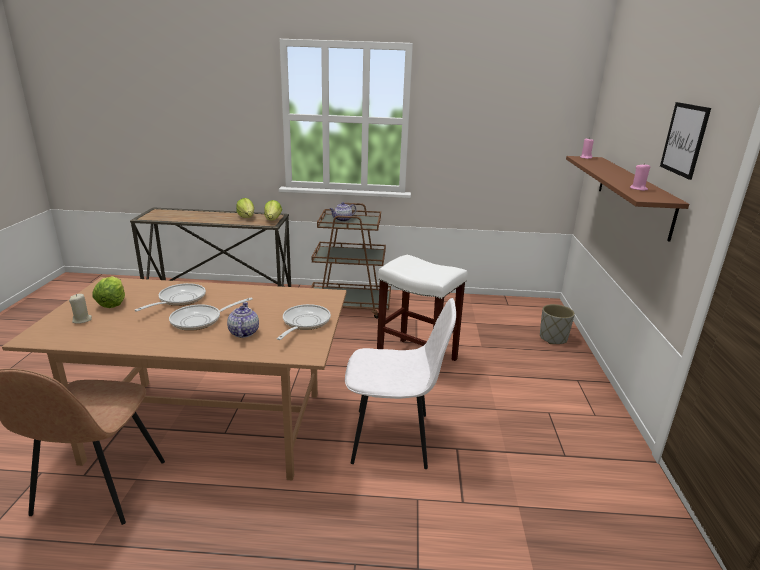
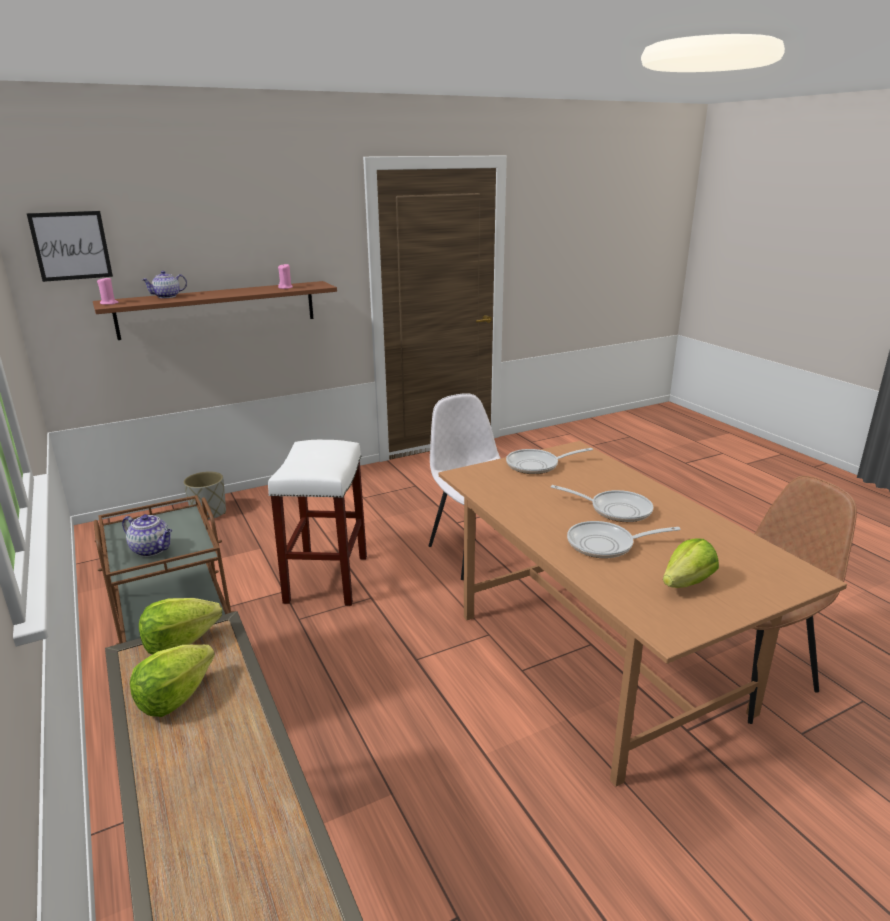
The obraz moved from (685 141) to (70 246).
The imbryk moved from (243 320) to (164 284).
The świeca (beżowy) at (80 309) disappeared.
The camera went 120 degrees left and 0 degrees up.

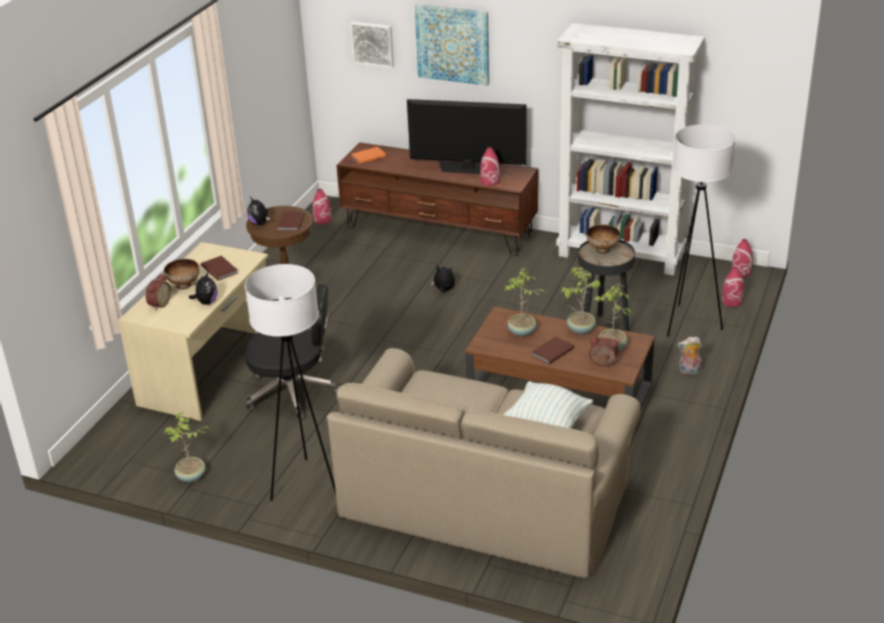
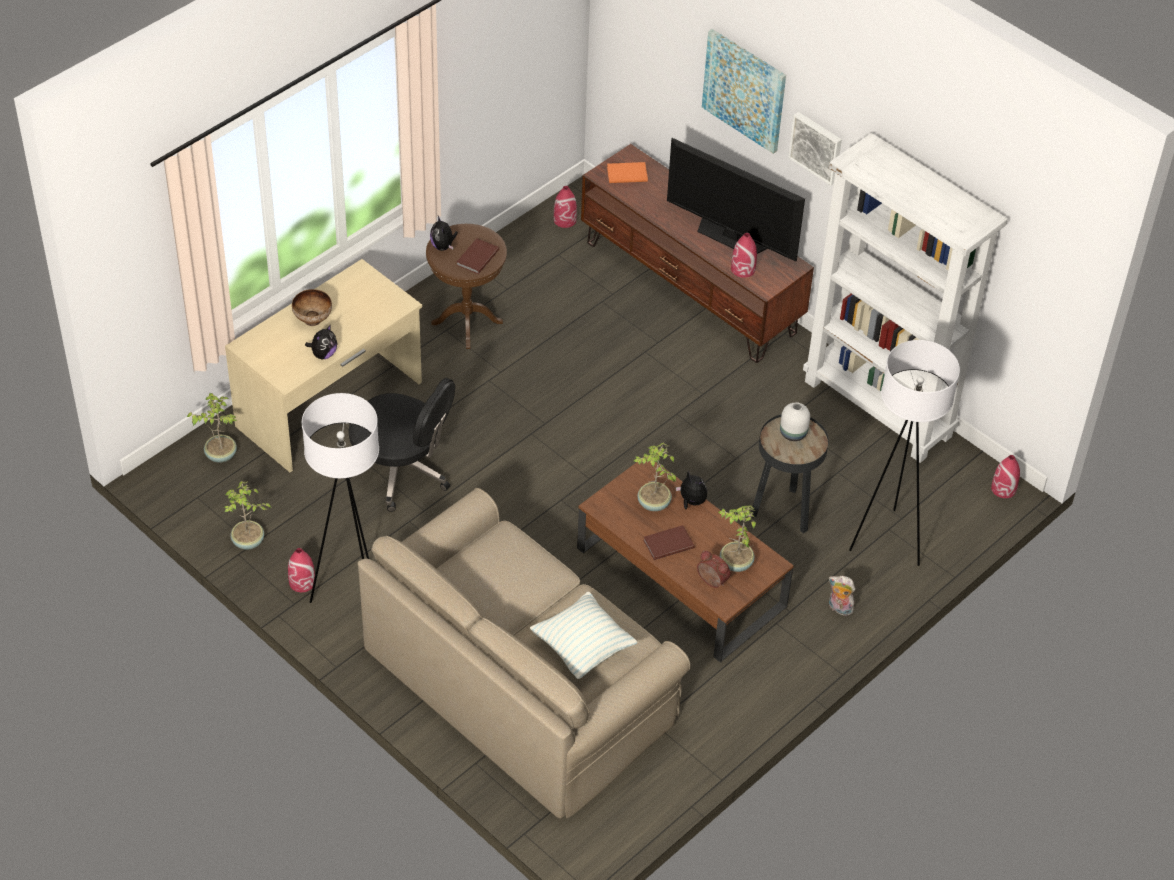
The roślina doniczkowa moved from (581 301) to (212 427).
The wazon (czerwony) moved from (733 287) to (301 570).
The pluszak moved from (442 279) to (691 490).
The miska at (603 239) was replaced by the wazon (biały) at (795 421).
The obraz moved from (372 44) to (815 149).
The budzik at (158 292) disappeared.
The książka (brązowy) at (219 268) disappeared.
The camera went 20 degrees right and 15 degrees up.

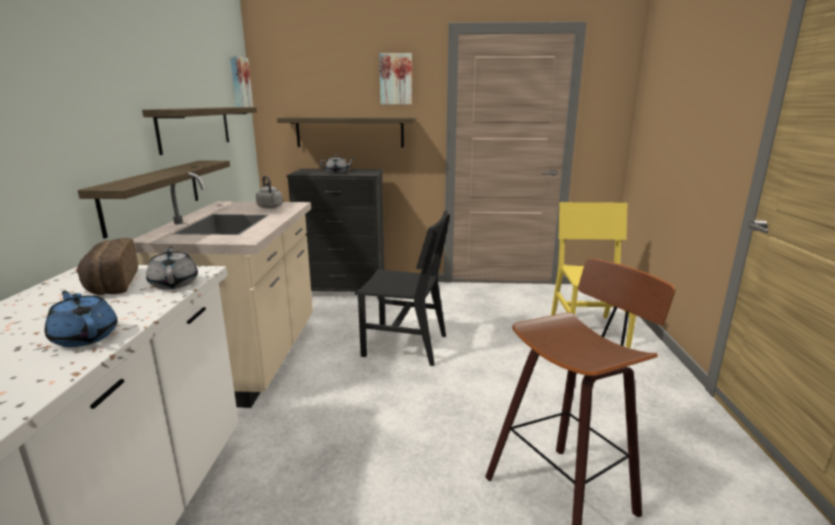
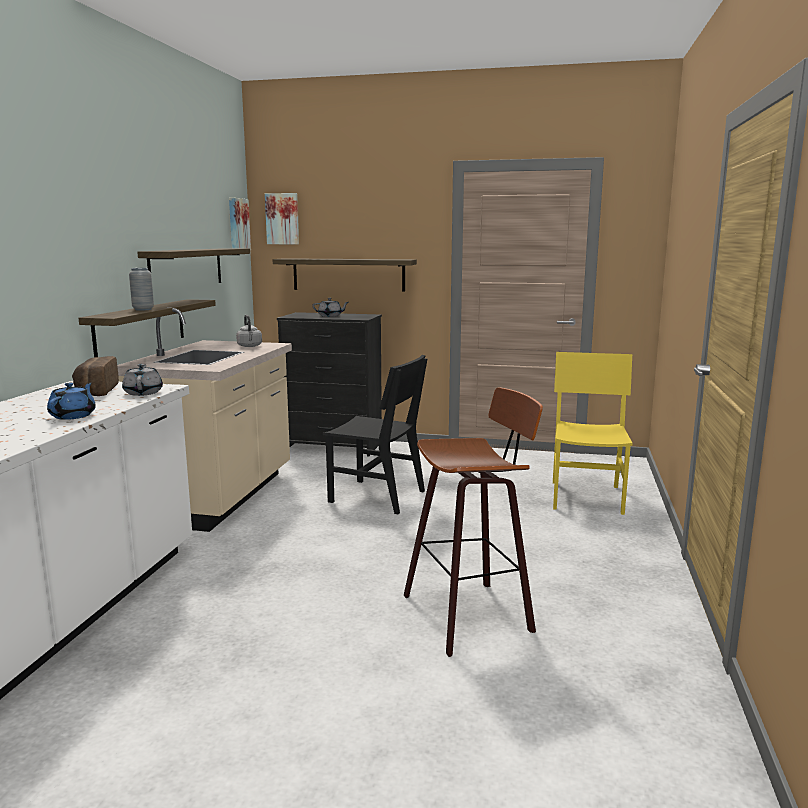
The imbryk (niebieski) at (81 319) turned 45 degrees clockwise.
The wazon (szary) at (141 289) appeared.
The obraz moved from (395 79) to (282 218).
The camera went 10 degrees right and 5 degrees down.

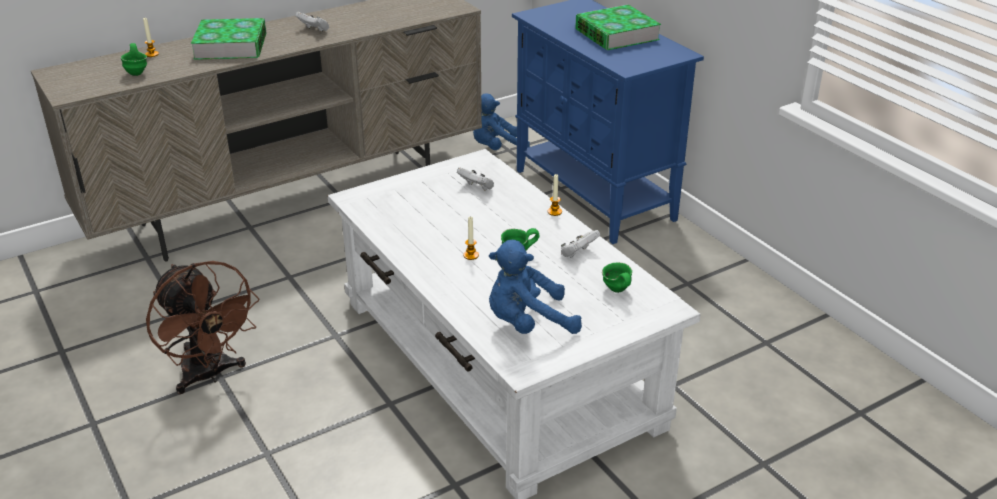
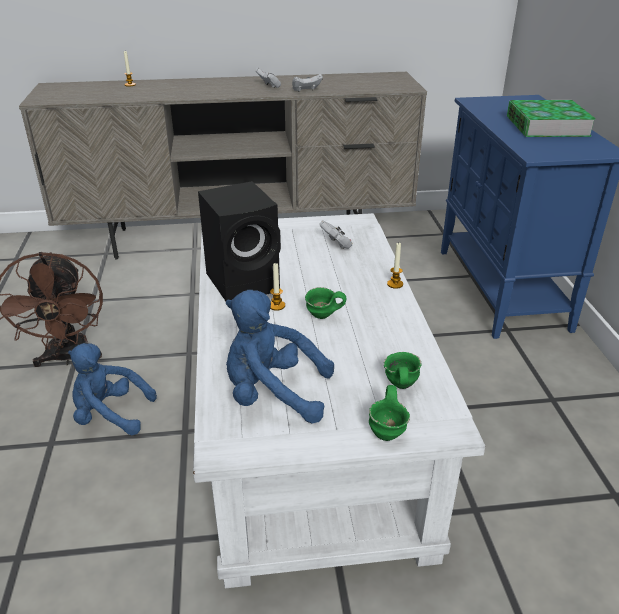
The pluszak (niebieski) moved from (501 122) to (112 389).
The głośnik (czarny) at (239 241) appeared.
The pad do gier (biały) moved from (580 244) to (307 83).
The kubek (zielony) moved from (134 59) to (389 413).
The książka at (228 39) disappeared.
The camera went 25 degrees right and 0 degrees up.

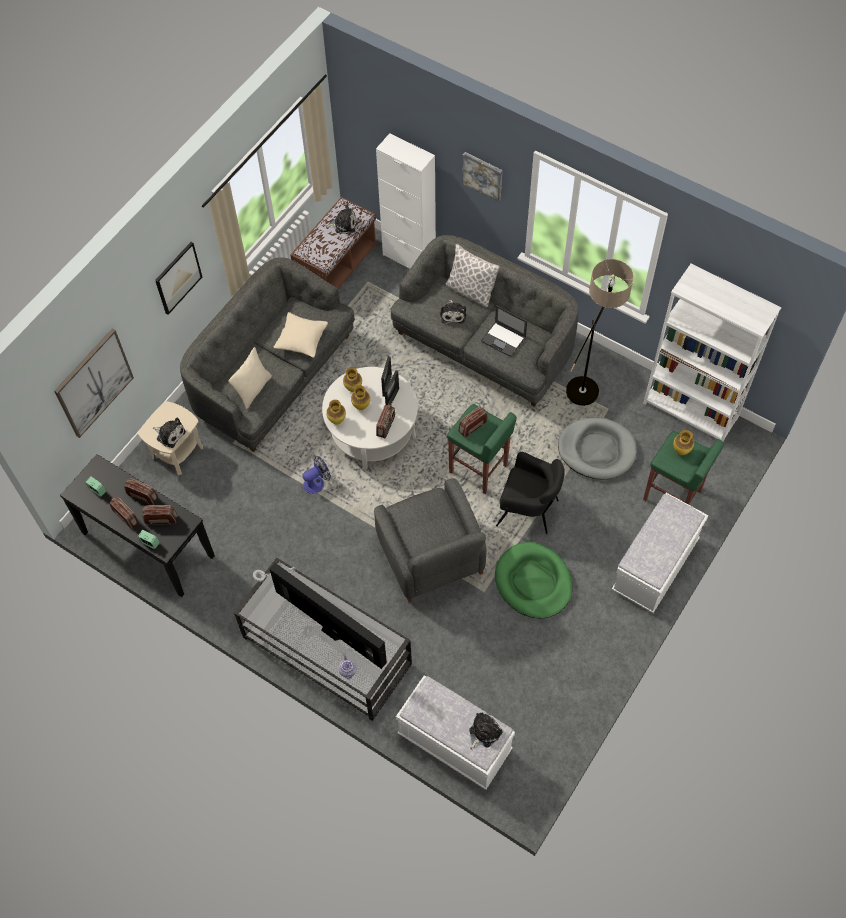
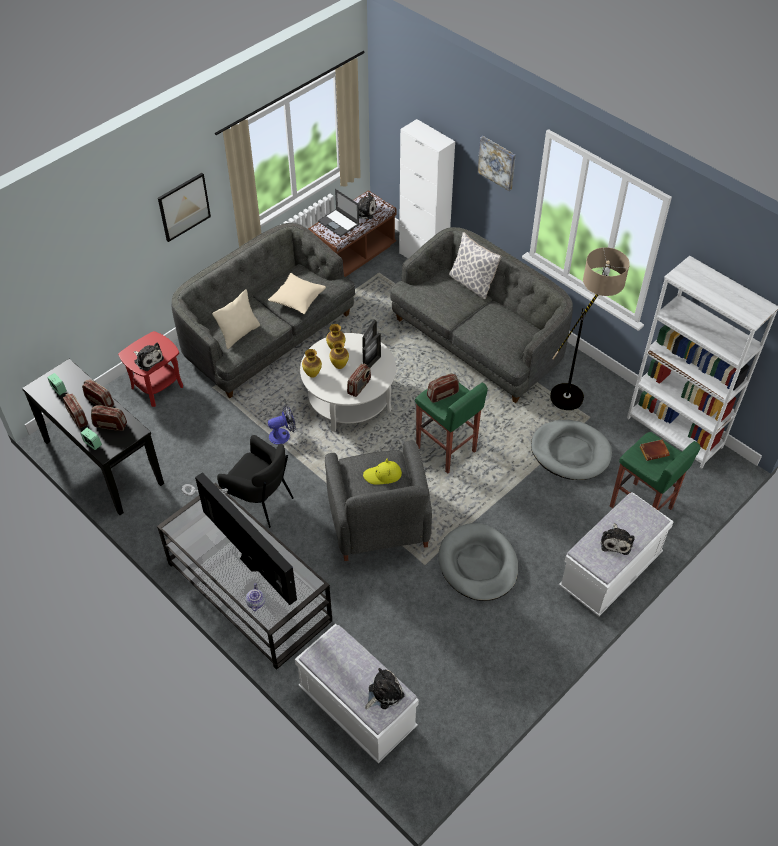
The stolik (beżowy) at (170 438) became the stolik (czerwony) at (150 369).
The fotel (czarny) moved from (530 493) to (255 481).
The laptop moved from (504 331) to (339 213).
The kapelusz (żółty) at (382 472) appeared.
The legowisko (zielony) at (533 580) became the legowisko (szary) at (478 562).
The pluszak moved from (453 311) to (618 539).
The wazon at (683 442) was replaced by the książka (brązowy) at (655 450).
The obraz at (94 383) disappeared.
The camera went 10 degrees right and 10 degrees down.

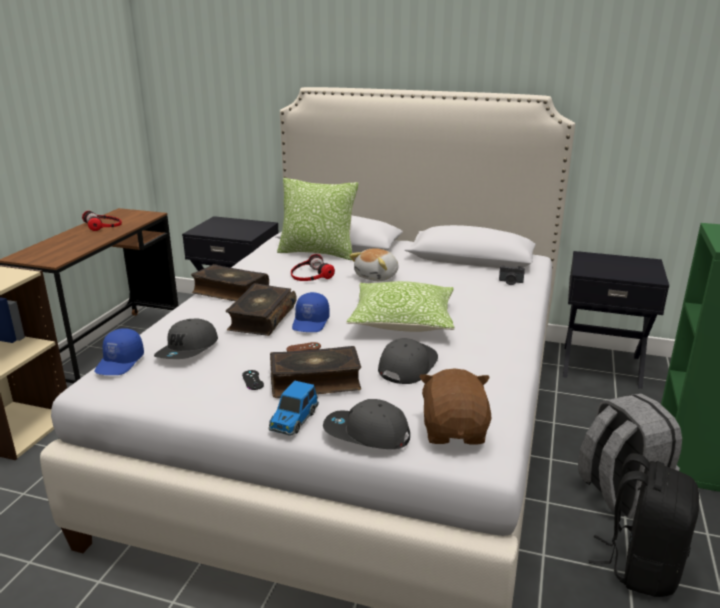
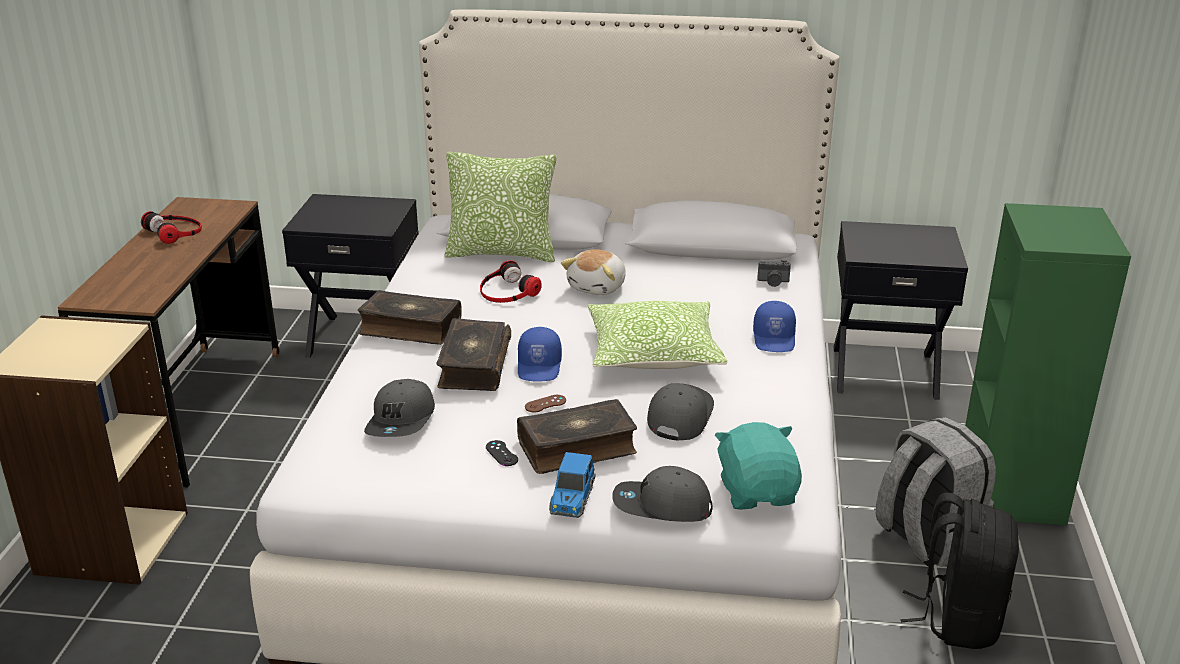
The pluszak (brązowy) at (455 406) became the pluszak (turkusowy) at (758 466).
The czapka z daszkiem (niebieski) moved from (119 351) to (774 326).
The camera went 10 degrees left and 5 degrees up.

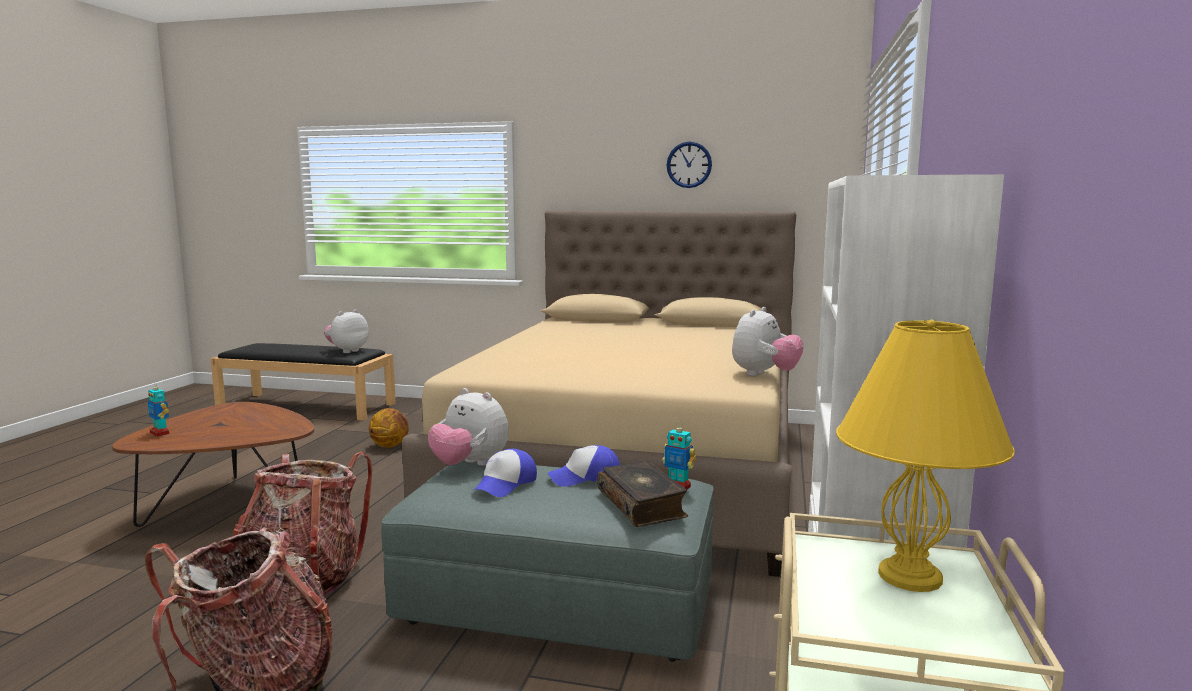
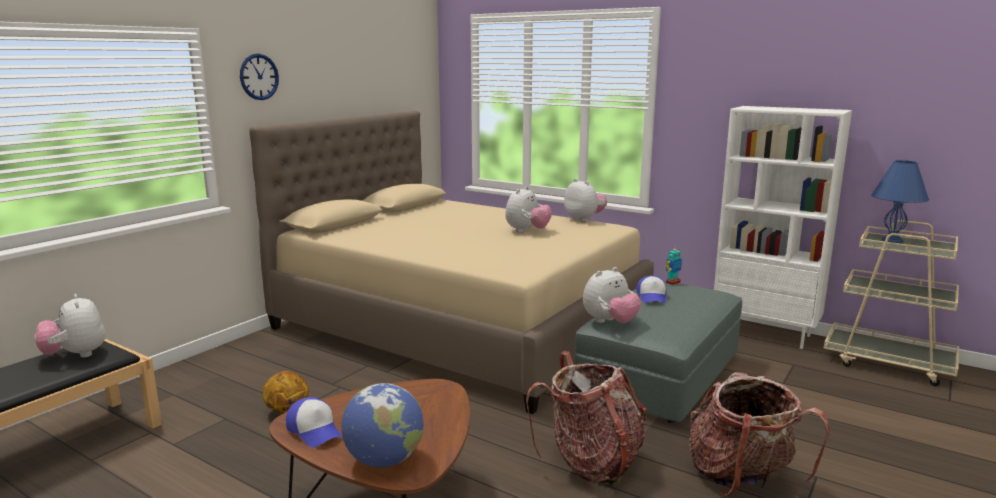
The zegar ścienny moved from (689 164) to (259 77).
The czapka z daszkiem moved from (505 473) to (314 422).
The robot zabawkowy at (158 409) was replaced by the globus at (382 425).
The pluszak at (528 209) appeared.
The lampa stołowa (żółty) at (925 456) became the lampa stołowa (niebieski) at (900 201).
The książka at (642 494) disappeared.
The camera went 70 degrees left and 5 degrees up.

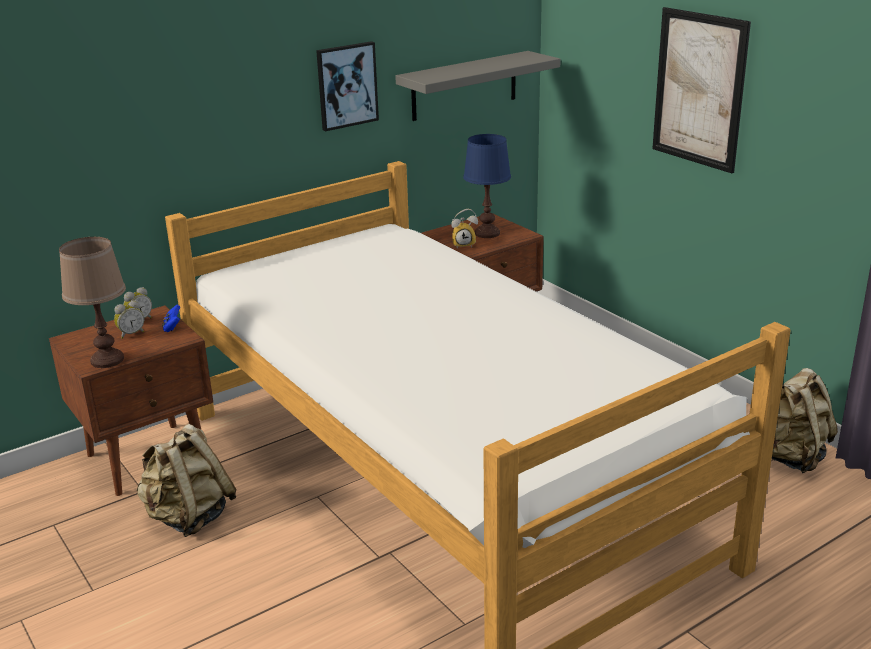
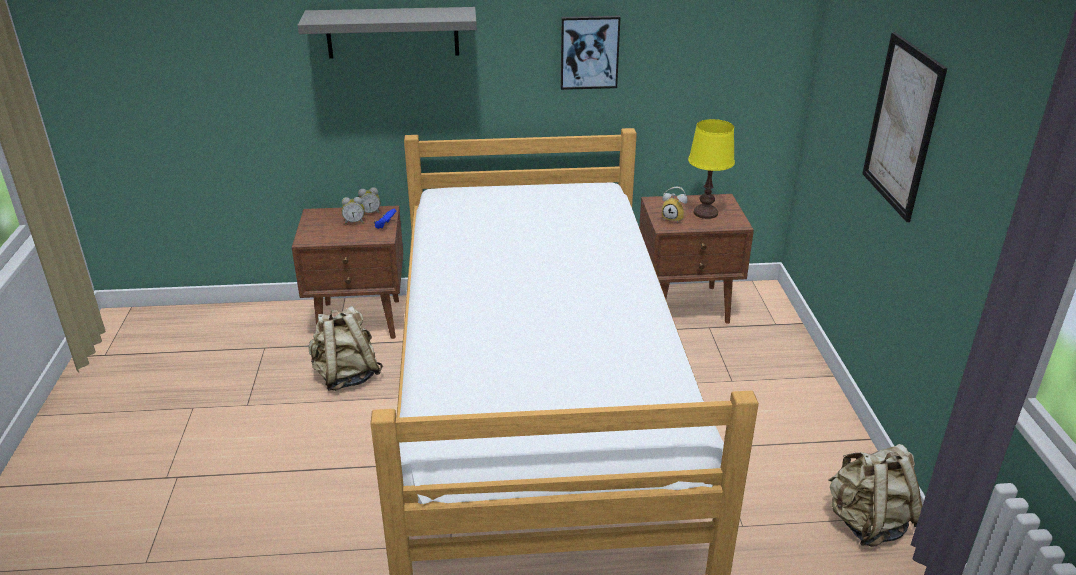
The półka (szary) moved from (478 86) to (387 33).
The lampa stołowa (niebieski) at (487 186) became the lampa stołowa (żółty) at (711 169).
The lampa stołowa (brązowy) at (92 302) disappeared.
The camera went 30 degrees right and 5 degrees up.

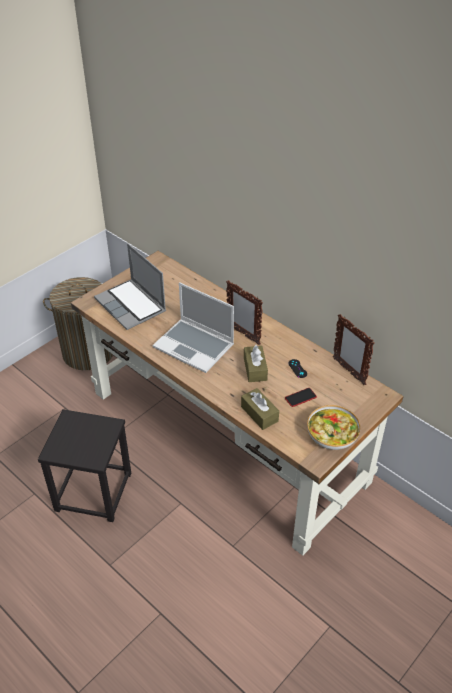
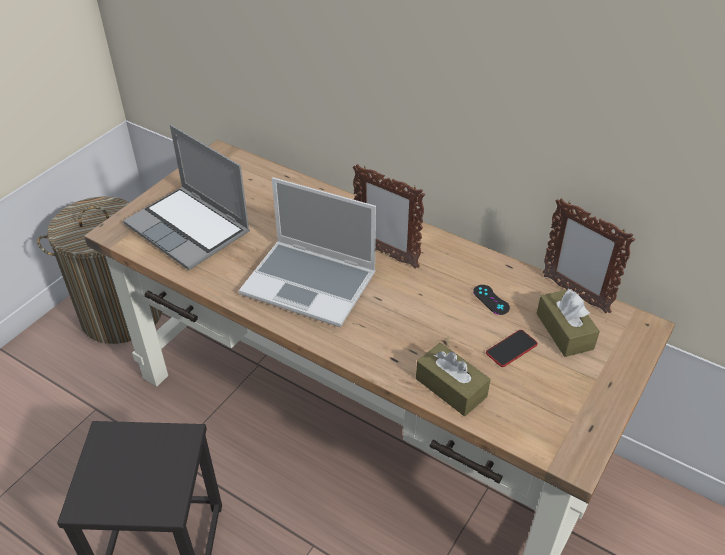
The pudełko chusteczek (brązowy) moved from (256 363) to (568 322).
The miska at (333 427) disappeared.
The camera went 10 degrees left and 0 degrees up.

